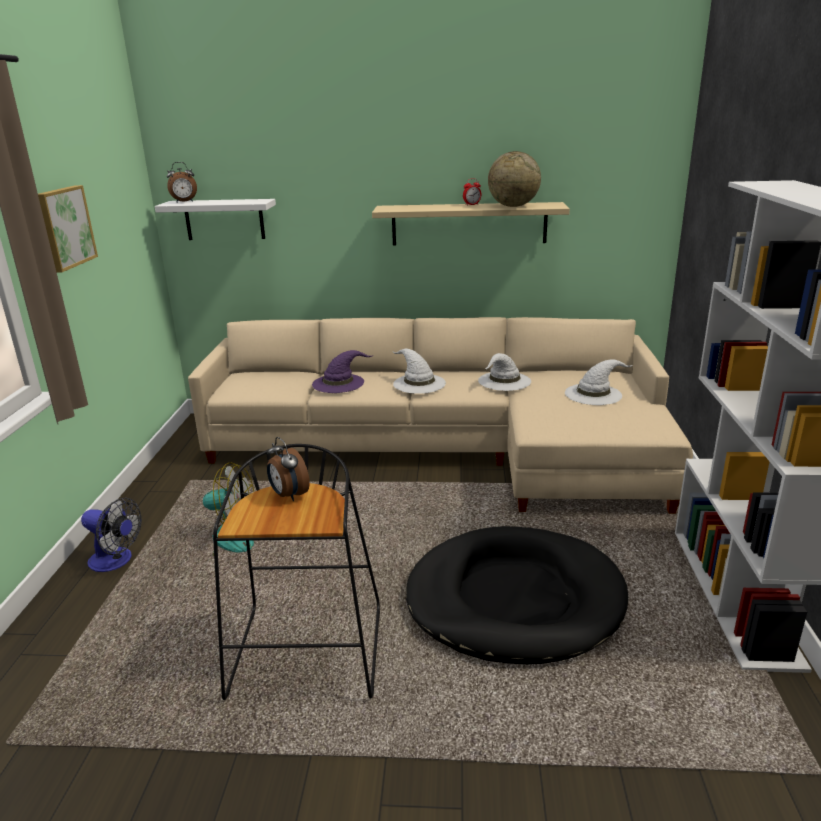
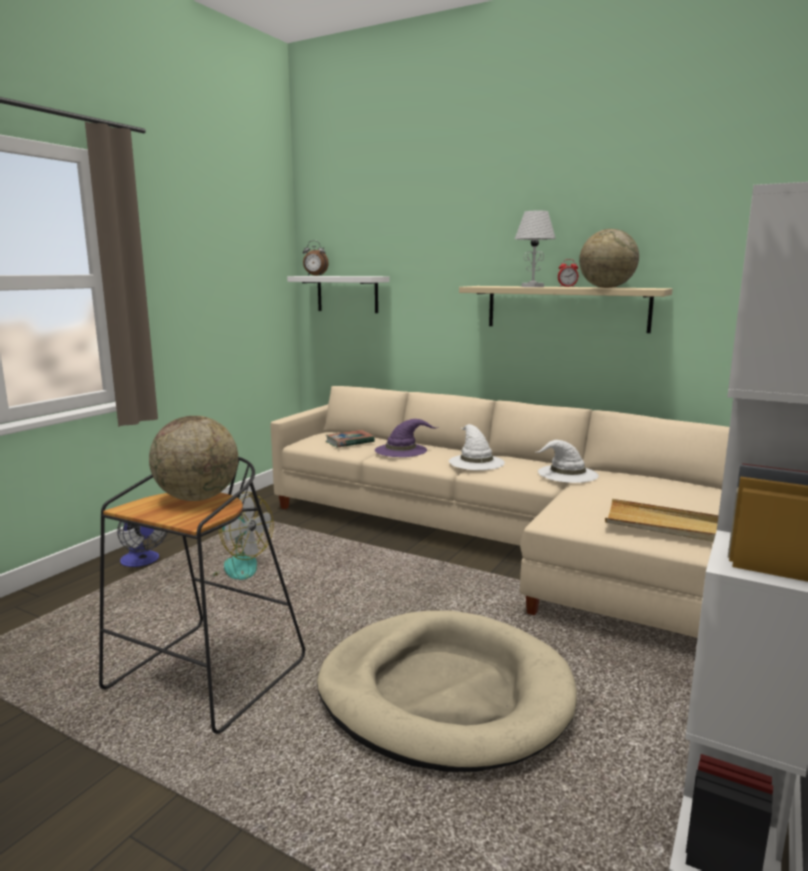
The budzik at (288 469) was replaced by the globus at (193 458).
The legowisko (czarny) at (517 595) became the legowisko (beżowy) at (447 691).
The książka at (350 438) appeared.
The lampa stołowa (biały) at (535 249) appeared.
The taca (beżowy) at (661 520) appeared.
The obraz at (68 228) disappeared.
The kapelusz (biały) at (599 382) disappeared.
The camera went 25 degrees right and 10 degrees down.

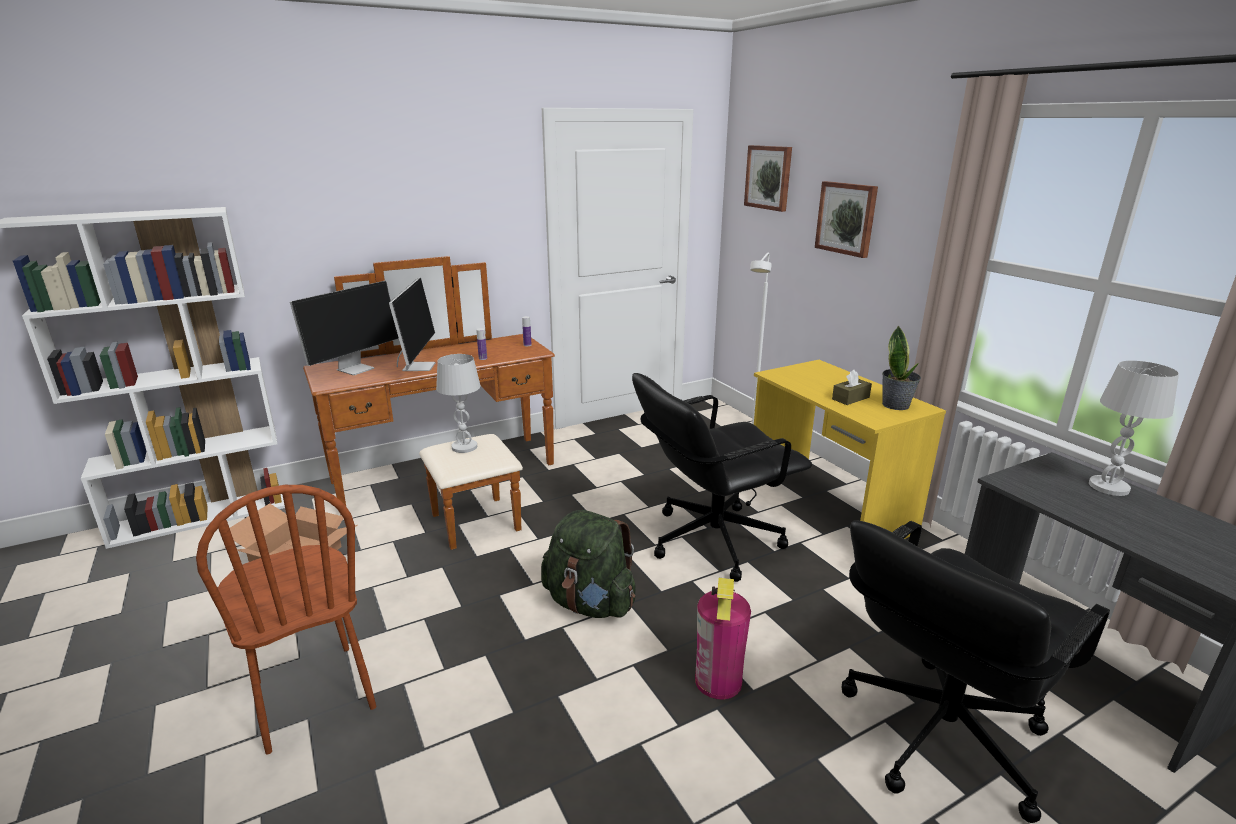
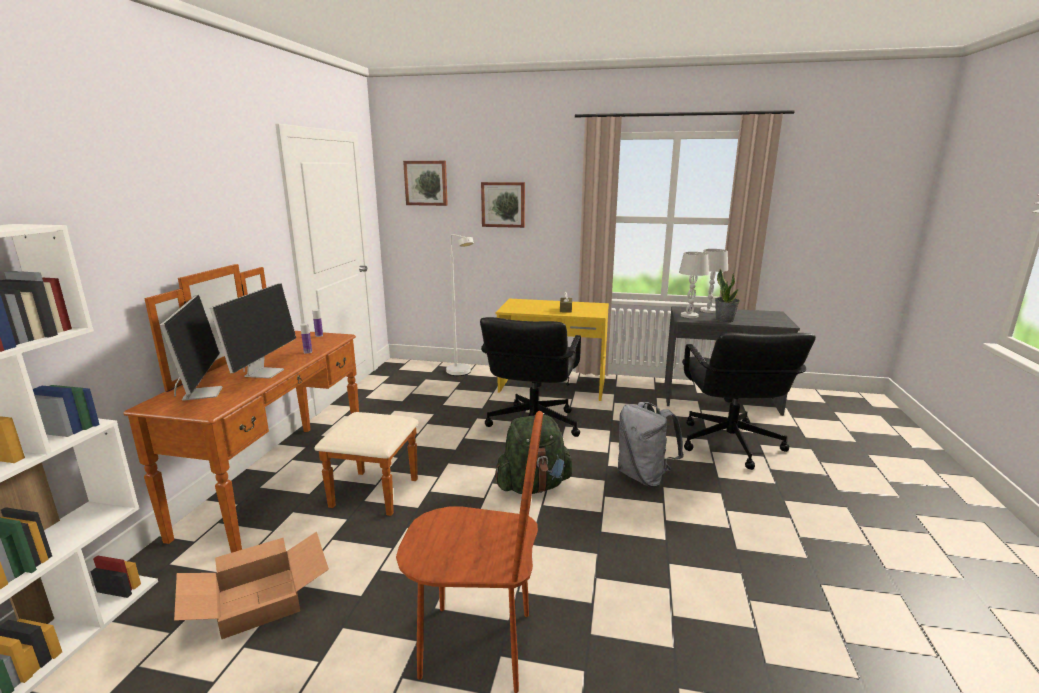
The monitor at (412 324) turned 60 degrees clockwise.
The gaśnica at (723 638) was replaced by the plecak (szary) at (651 444).
The lampa stołowa (biały) moved from (458 403) to (694 285).
The roślina doniczkowa moved from (901 367) to (727 296).
The camera went 50 degrees left and 5 degrees down.

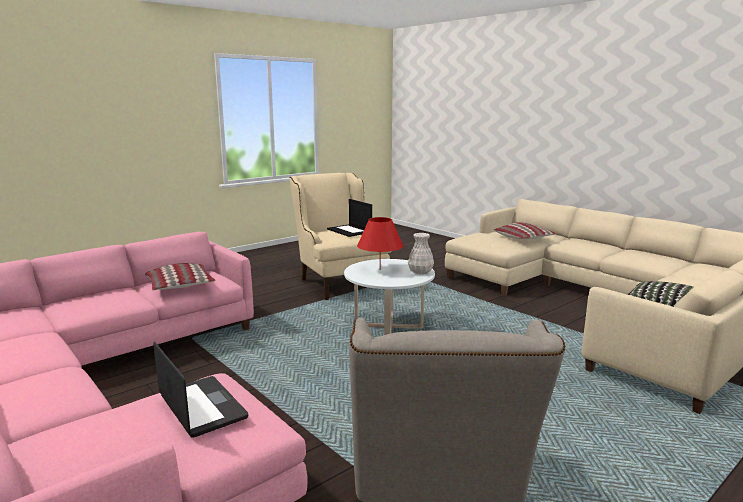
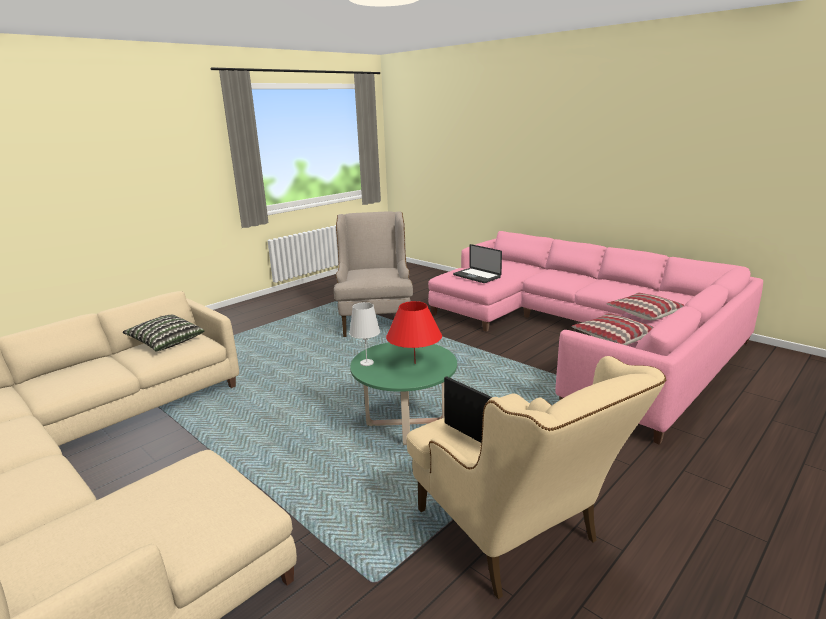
The wazon (biały) at (421 253) was replaced by the lampa stołowa (biały) at (364 334).
The ława (biały) at (389 297) became the ława (zielony) at (403 393).
The poduszka moved from (525 230) to (645 306).
The camera went 175 degrees right and 5 degrees up.

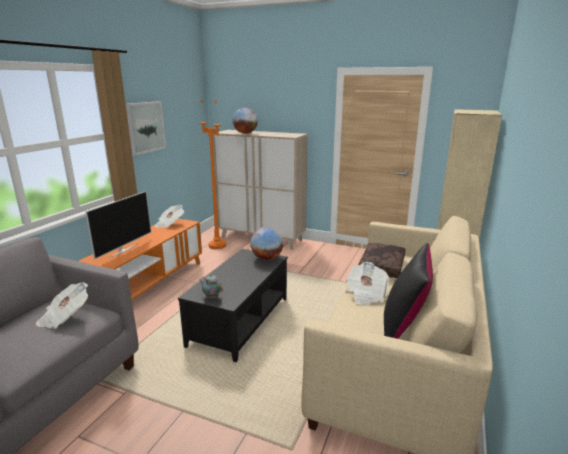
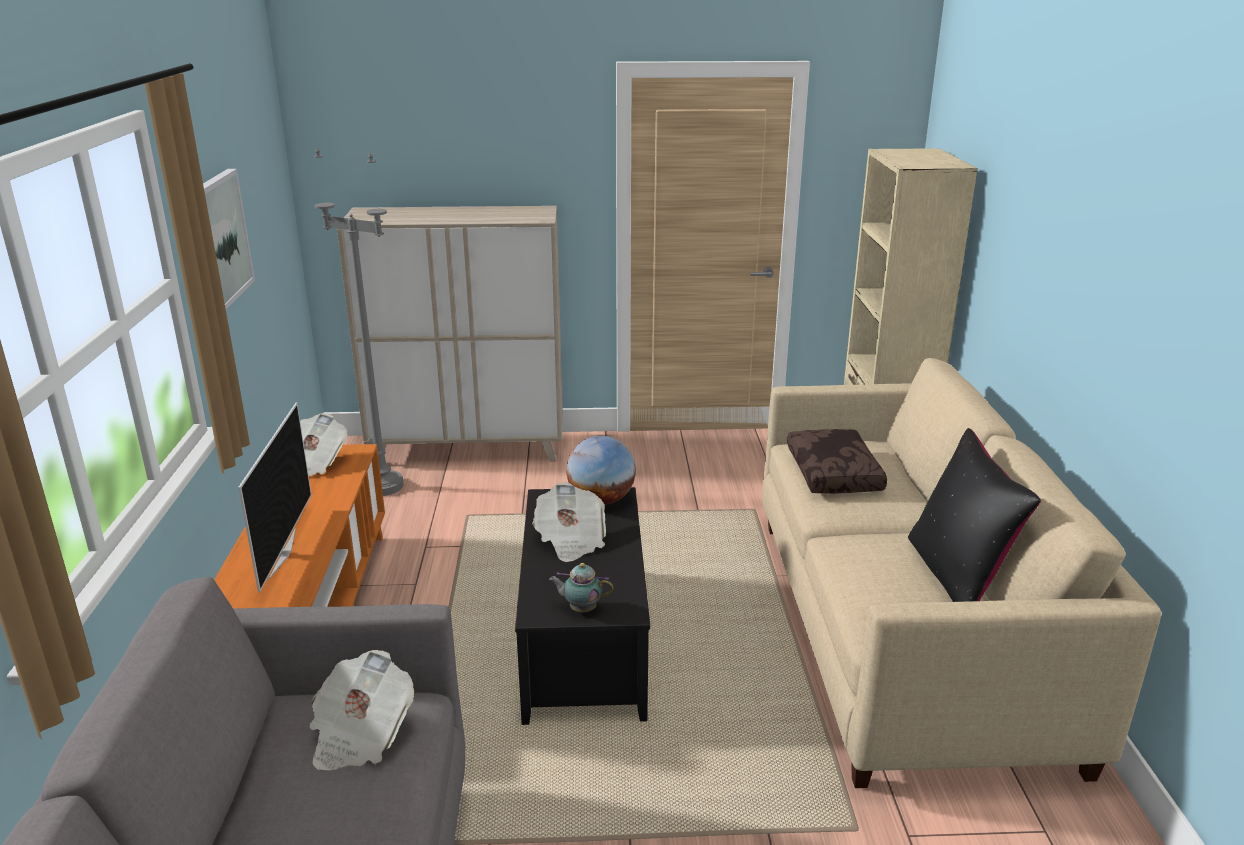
The lampa stojąca (pomarańczowy) at (212 173) became the lampa stojąca (szary) at (359 322).
The gazeta moved from (368 283) to (569 522).
The globus at (245 121) disappeared.
The camera went 25 degrees left and 5 degrees up.

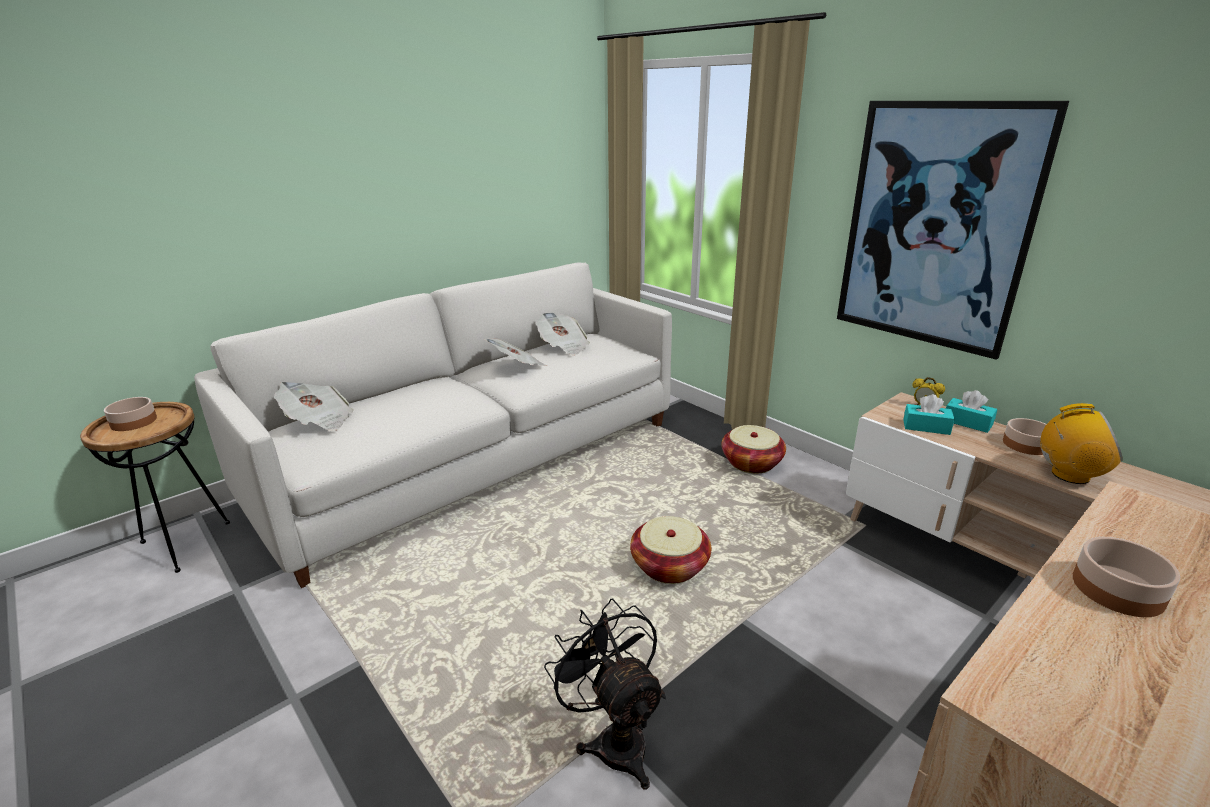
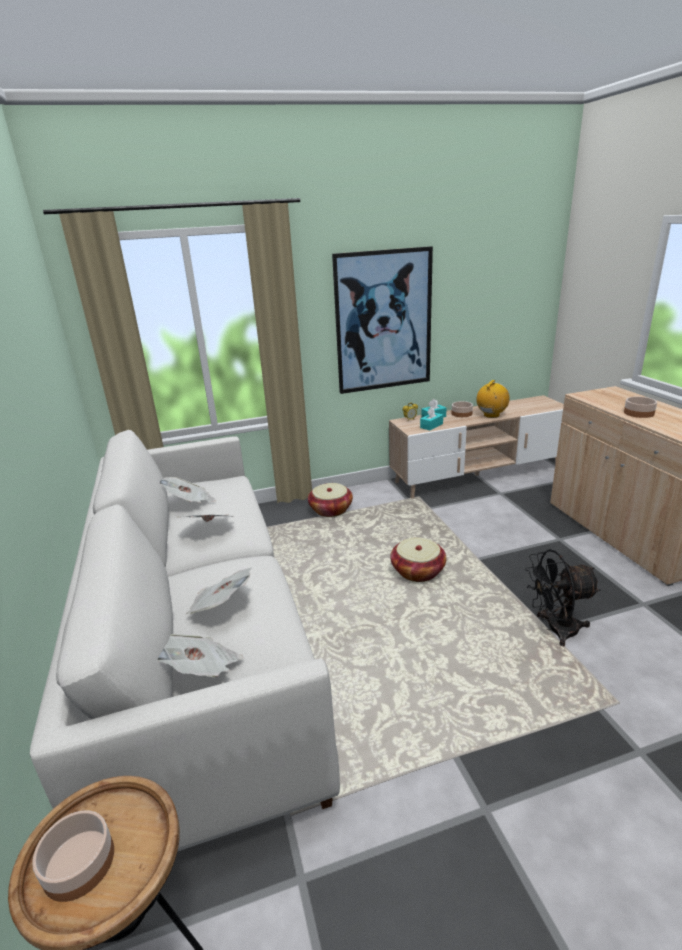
The gazeta at (218 591) appeared.
The camera went 65 degrees left and 0 degrees up.

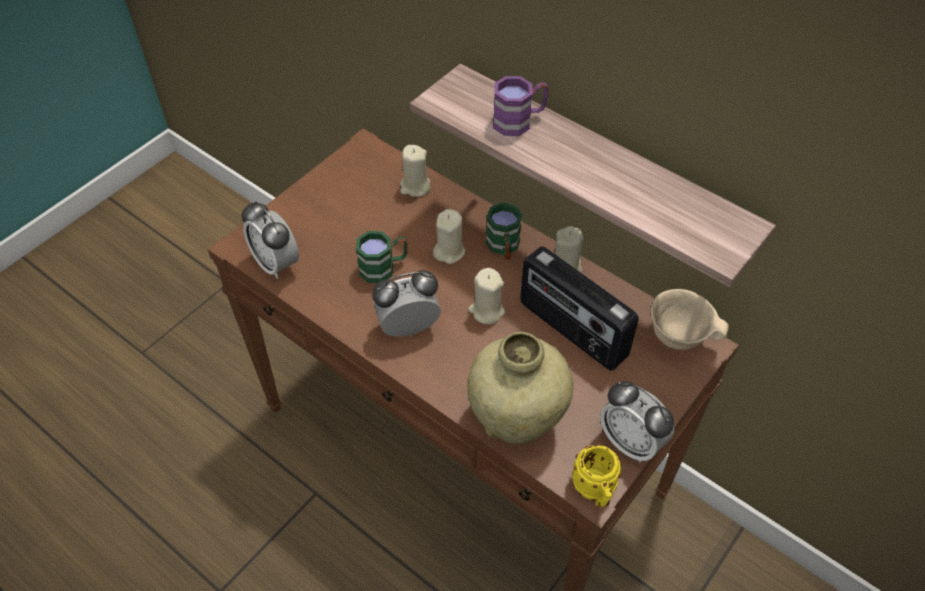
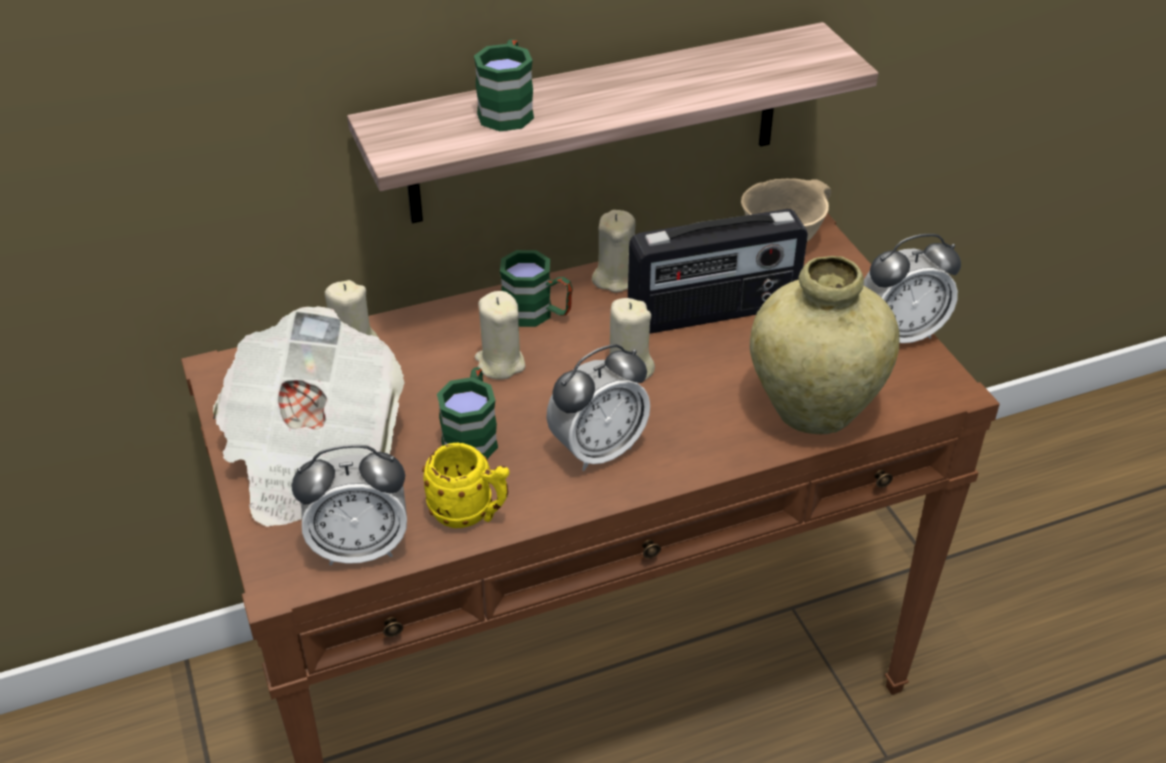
The gazeta at (309 416) appeared.
The kubek (żółty) moved from (597 475) to (466 485).
The kubek (fioletowy) at (521 106) became the kubek (zielony) at (504 85).
The budzik at (406 303) turned 135 degrees counterclockwise.
The camera went 60 degrees left and 10 degrees down.

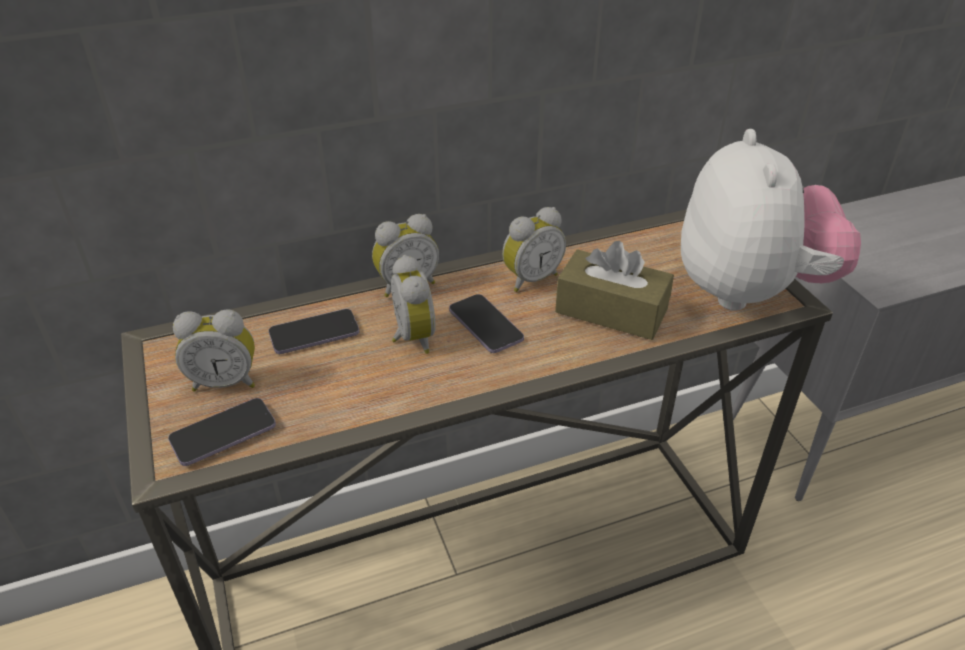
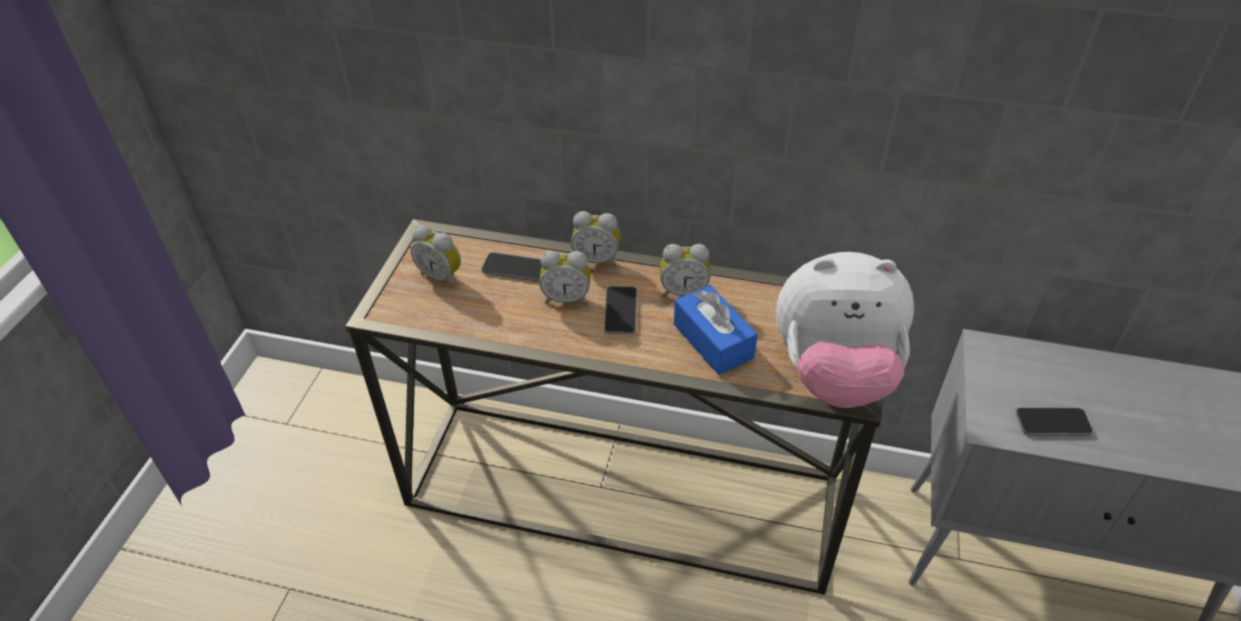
The budzik at (413 304) turned 75 degrees clockwise.
The pudełko chusteczek (brązowy) at (614 290) became the pudełko chusteczek (niebieski) at (716 330).
The pluszak at (771 220) turned 60 degrees clockwise.
The telefon moved from (222 432) to (1054 422).
The camera went 35 degrees right and 5 degrees up.

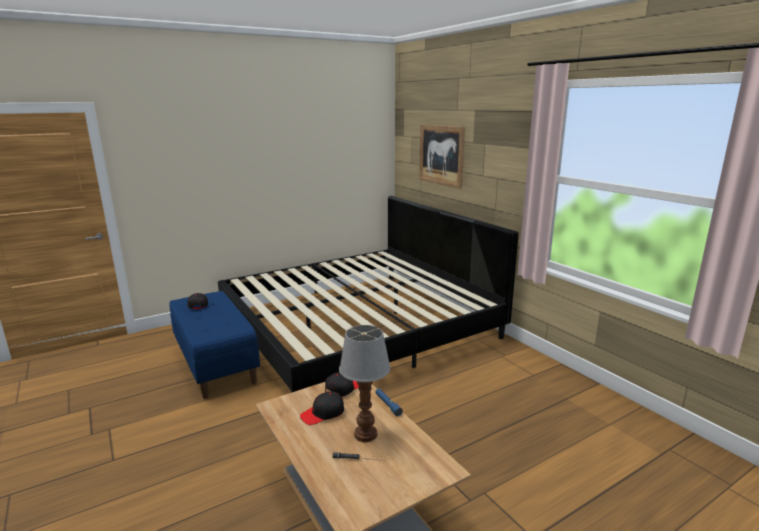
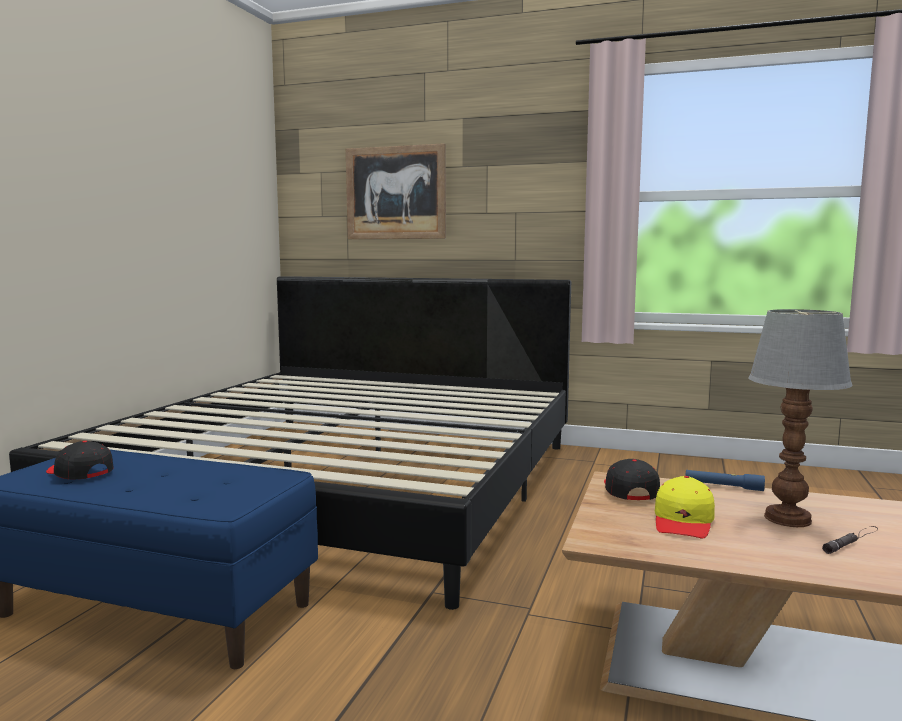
The czapka z daszkiem (czarny) at (322 408) became the czapka z daszkiem (żółty) at (685 507).
The camera went 40 degrees left and 10 degrees down.

